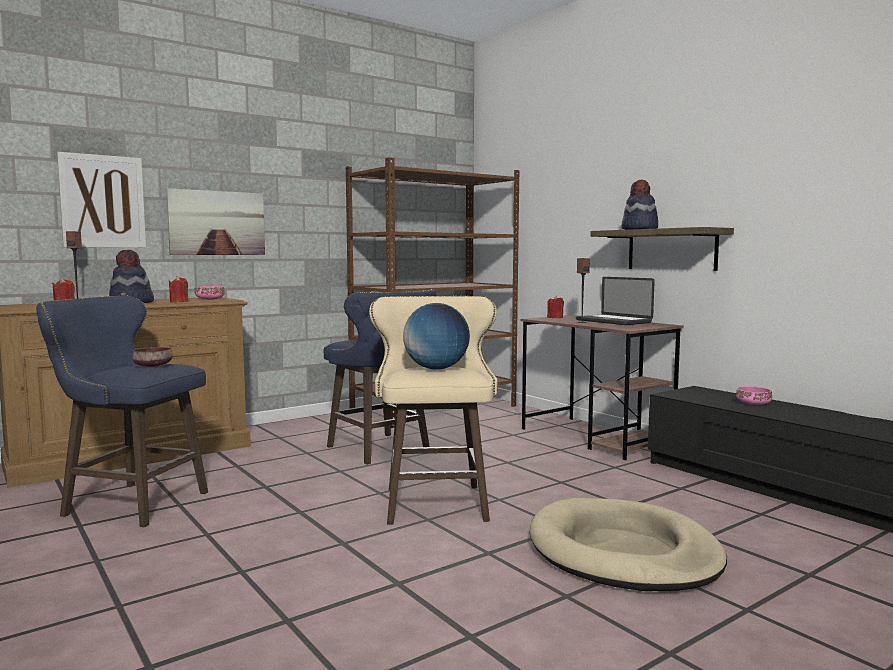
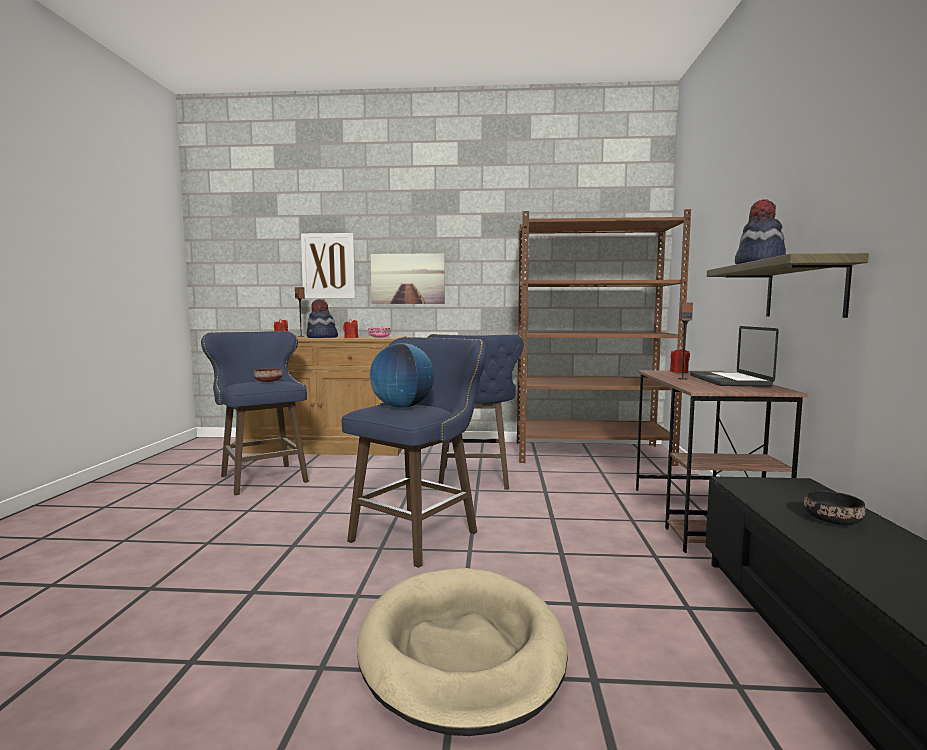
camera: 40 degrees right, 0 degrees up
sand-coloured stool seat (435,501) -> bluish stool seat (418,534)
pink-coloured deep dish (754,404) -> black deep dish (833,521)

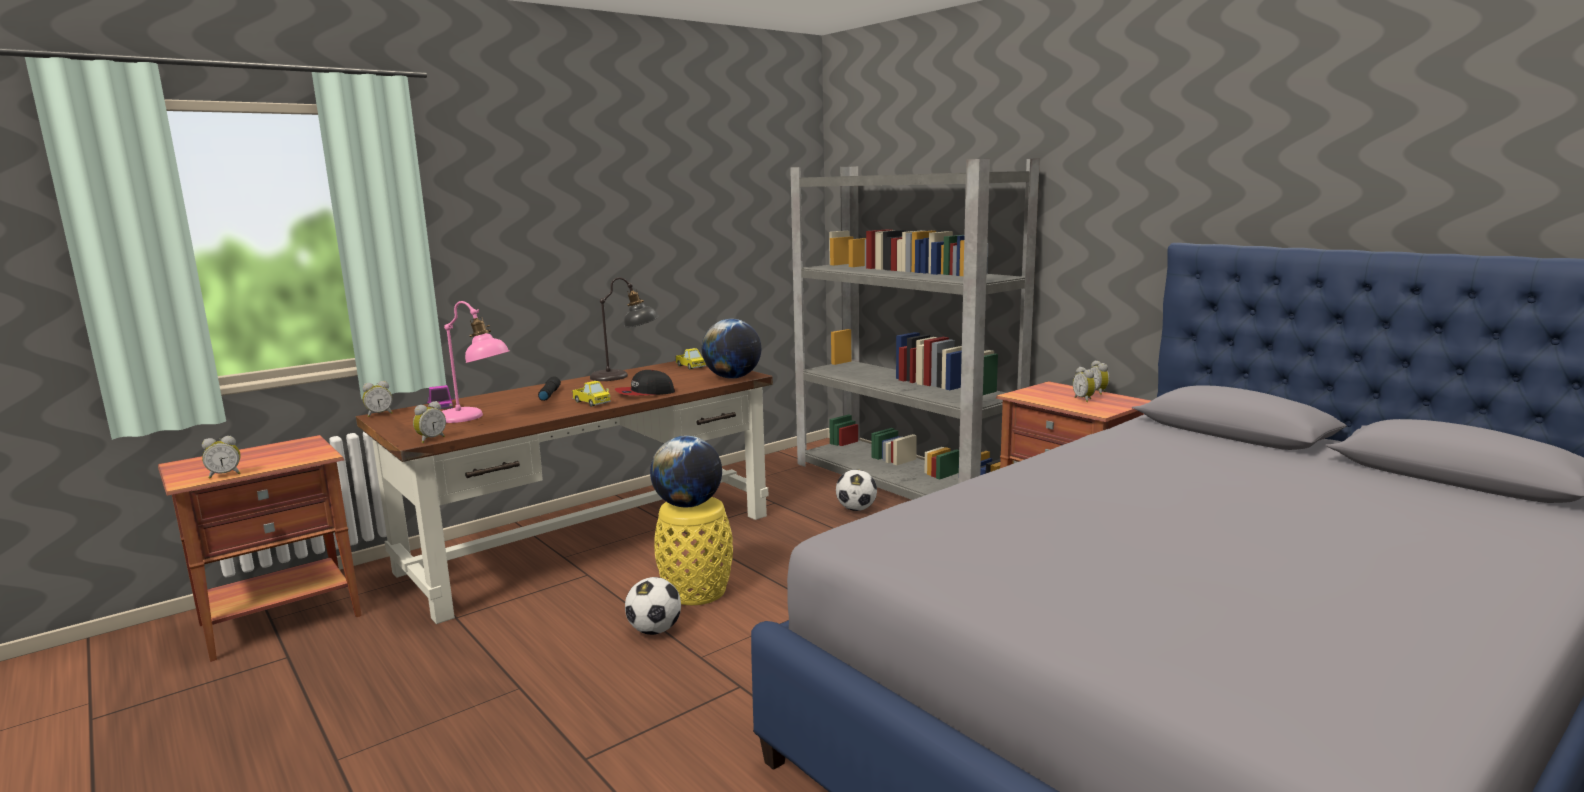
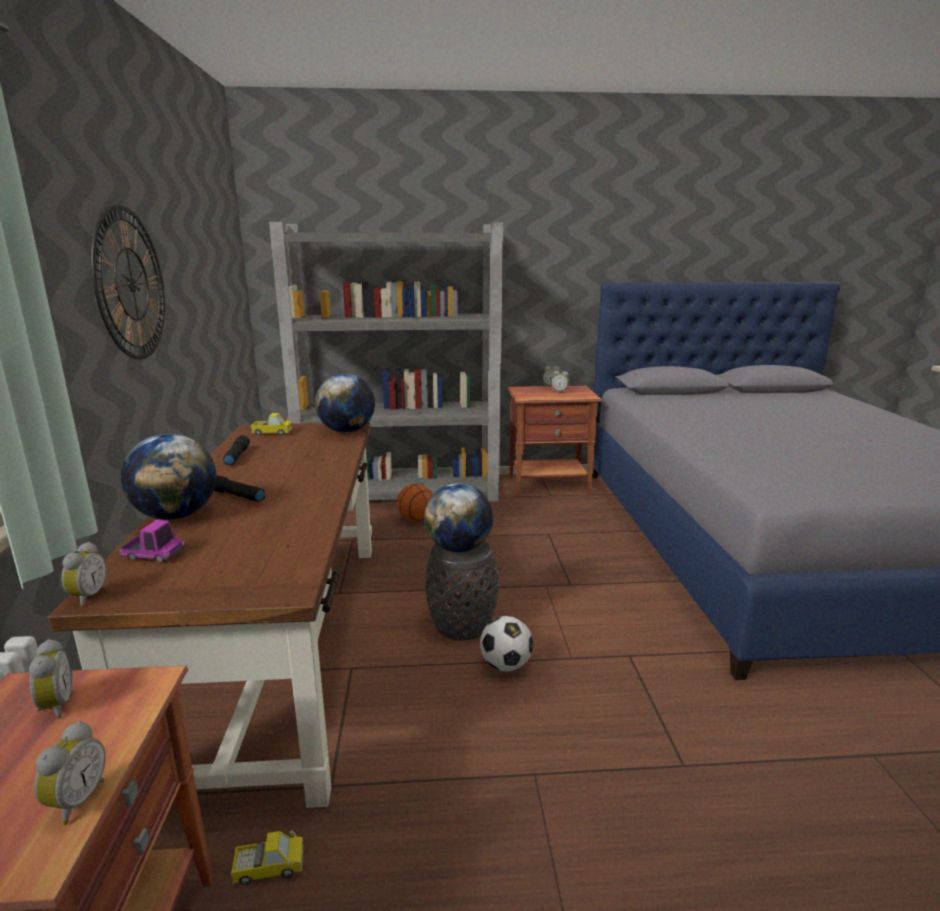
camera: 55 degrees left, 5 degrees up
pink-coloured table lamp (476,418) -> none
baseball cap (644,393) -> none
none -> clock on the wall (131,284)
none -> world globe (176,515)
alarm clock (430,439) -> alarm clock (55,706), moved
toy truck (591,403) -> toy truck (269,868), moved
greyish table lamp (625,375) -> black flashlight (236,456)
football (856,509) -> basketball ball (416,519)
yellowish stool seat (696,592) -> greyish stool seat (462,624)

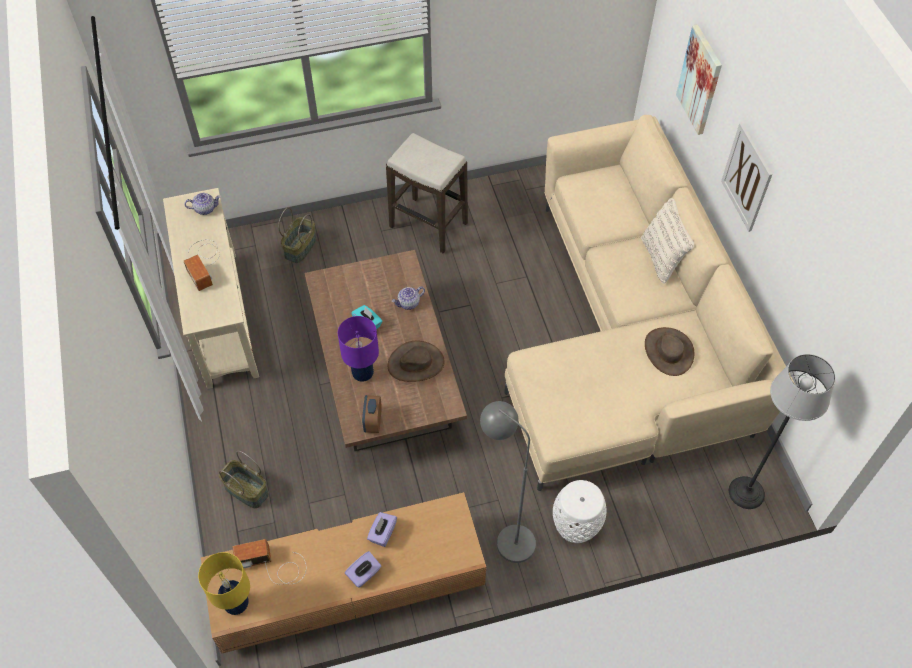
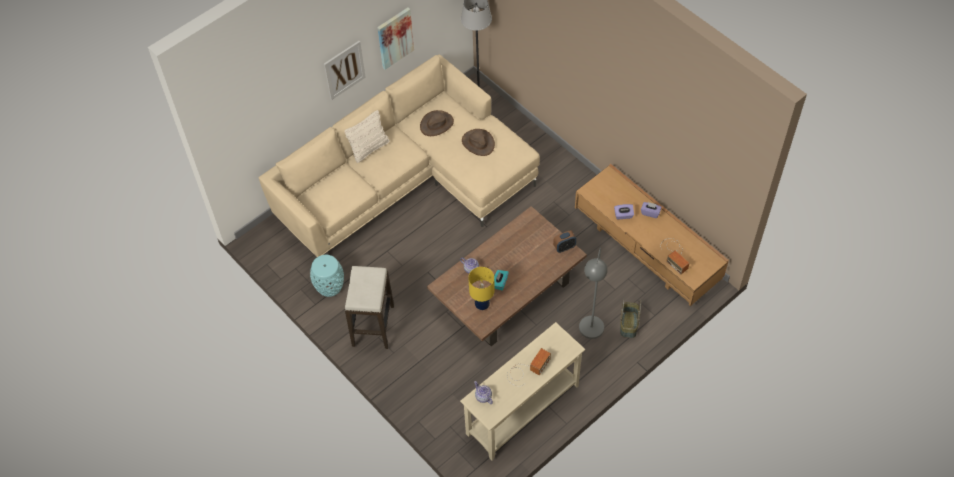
camera: 115 degrees left, 0 degrees up
household basket (300,247) -> none
purplish table lamp (363,374) -> none
white-coloured stool seat (576,525) -> none
none -> blue-green stool seat (329,286)
yellowish table lamp (237,604) -> yellowish table lamp (482,304), moved
brown-coloured clothing hat (416,363) -> brown-coloured clothing hat (478,143), moved
greyish standing lamp (506,537) -> greyish standing lamp (590,335), moved
wall art (700,80) -> wall art (395,38), moved

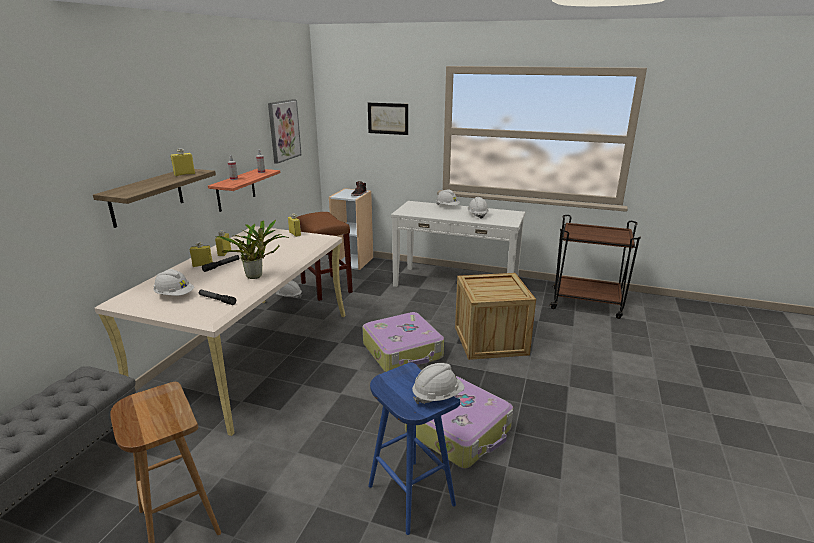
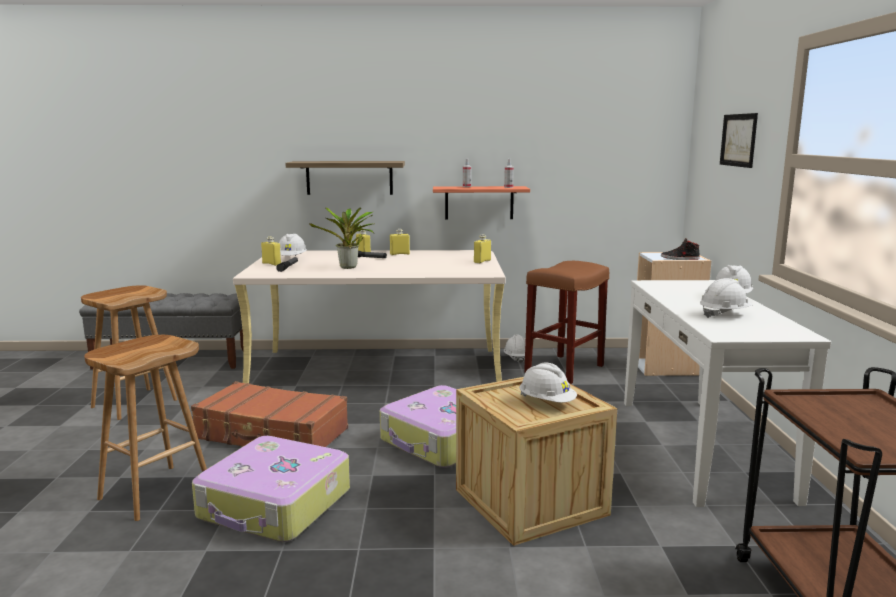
camera: 70 degrees right, 10 degrees down
wall art (284,130) -> none
none -> brown-coloured piece of luggage (272,434)
yellowish drink bottle (184,174) -> yellowish drink bottle (271,264), moved
white-coloured hard hat (437,396) -> white-coloured hard hat (547,402), moved
bluish stool seat (409,495) -> brown-coloured stool seat (156,491)

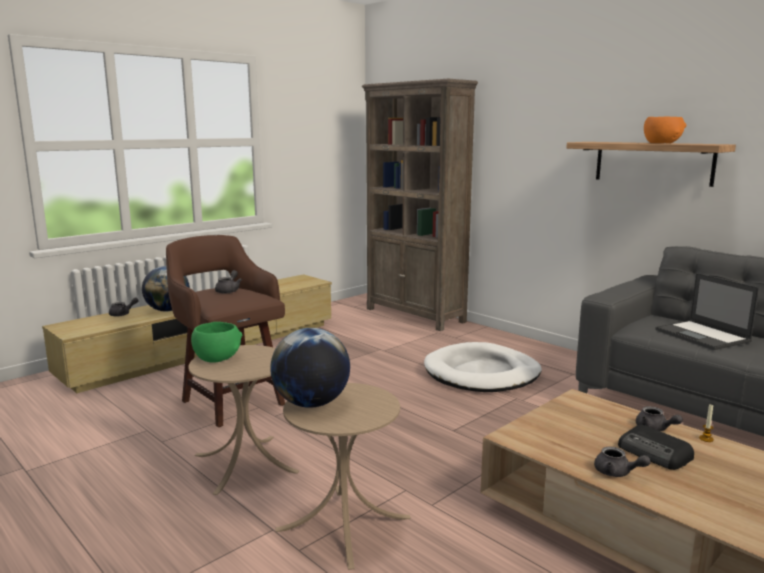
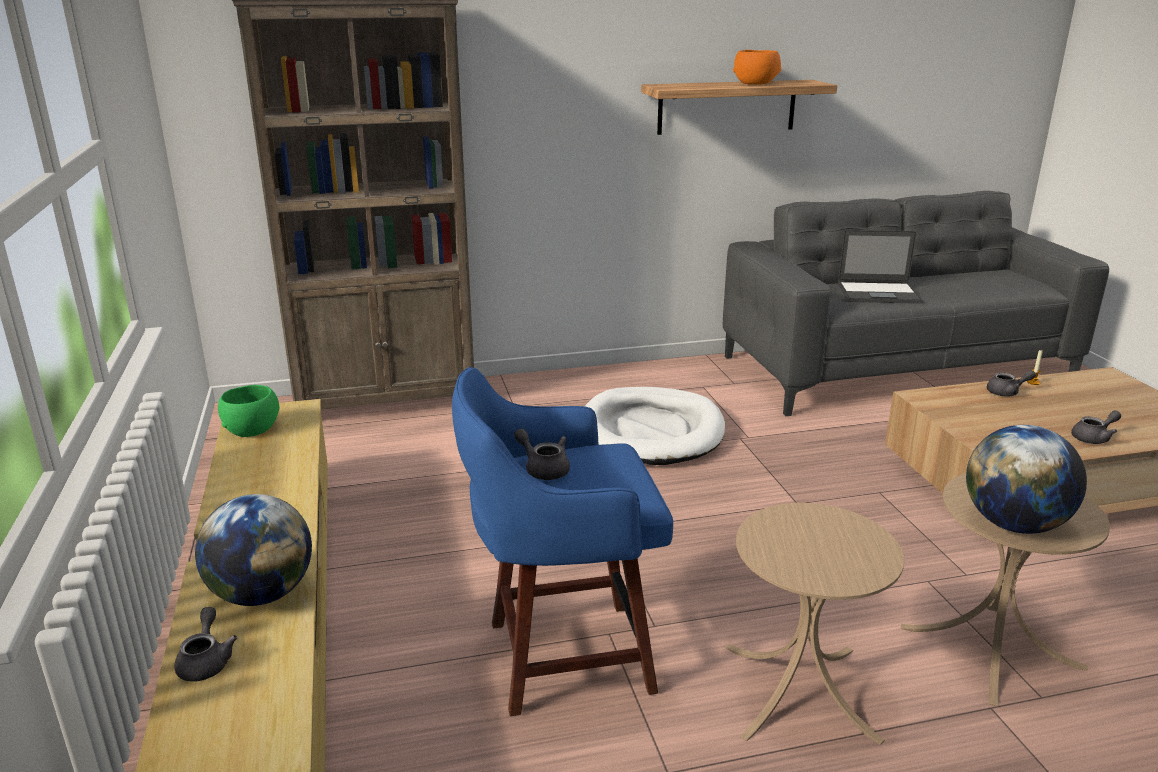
camera: 60 degrees left, 10 degrees up
radio set (655,453) -> none
greenish deep dish (217,358) -> greenish deep dish (251,429), moved
brown-coloured stool seat (231,401) -> bluish stool seat (561,657)

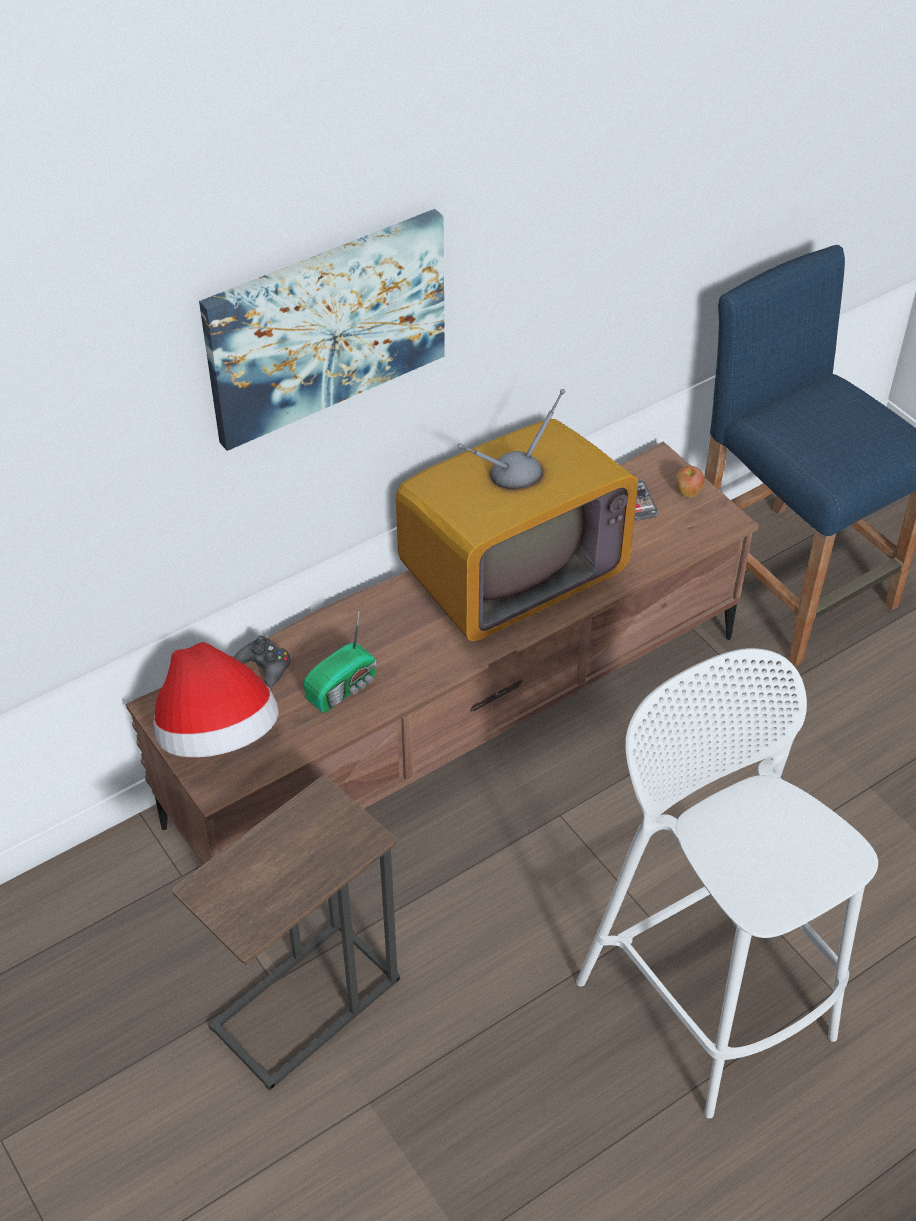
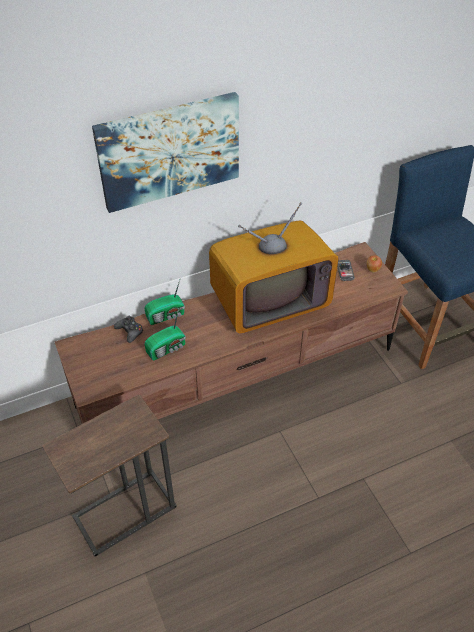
camera: 10 degrees right, 0 degrees up
clothing hat (218,735) -> none
white-coloured stool seat (710,998) -> none
none -> radio set (166,315)

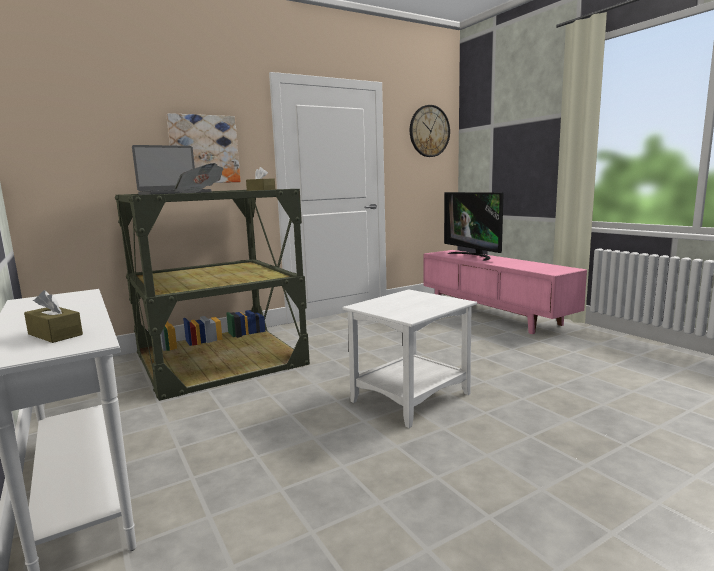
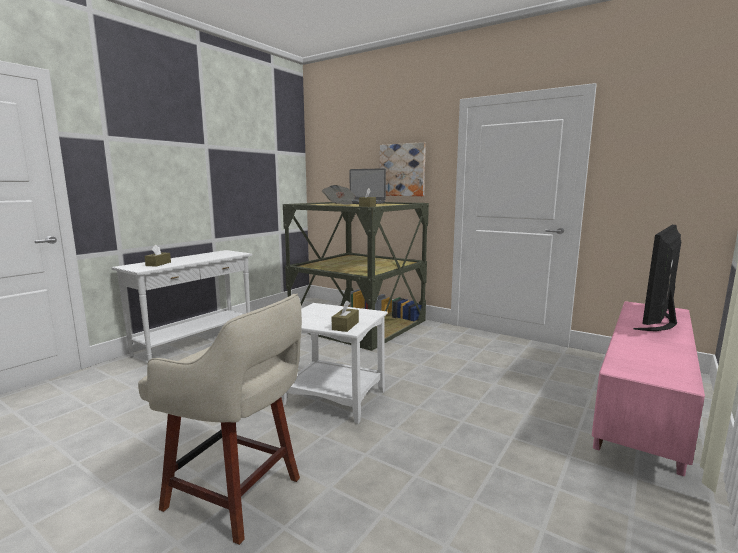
camera: 65 degrees right, 0 degrees up
clock on the wall (429,131) -> none
none -> sand-coloured stool seat (237,496)
none -> brown-coloured tissue box (345,326)

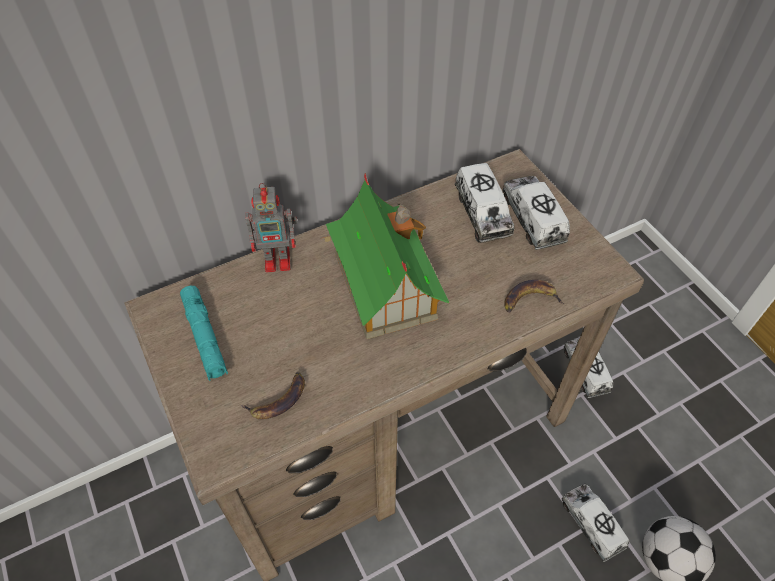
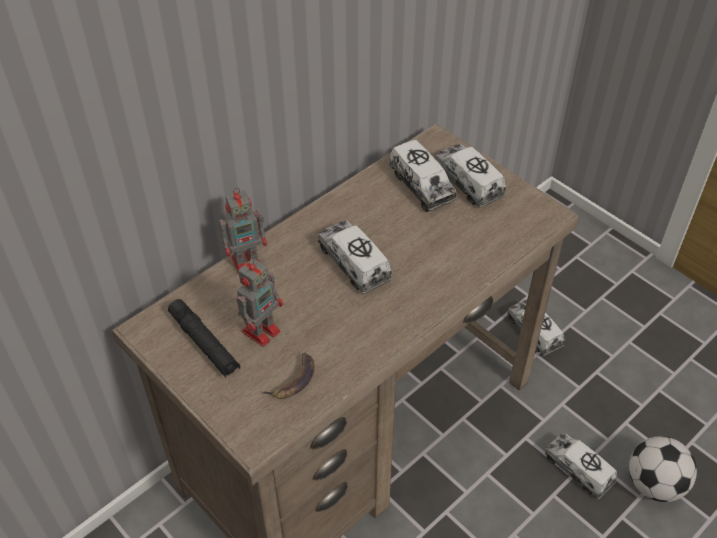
camera: 15 degrees left, 5 degrees down
banana fruit (529,300) -> none
none -> toy robot (262,330)
miniature house (384,284) -> toy truck (354,264)
blue-green flashlight (205,337) -> black flashlight (204,343)

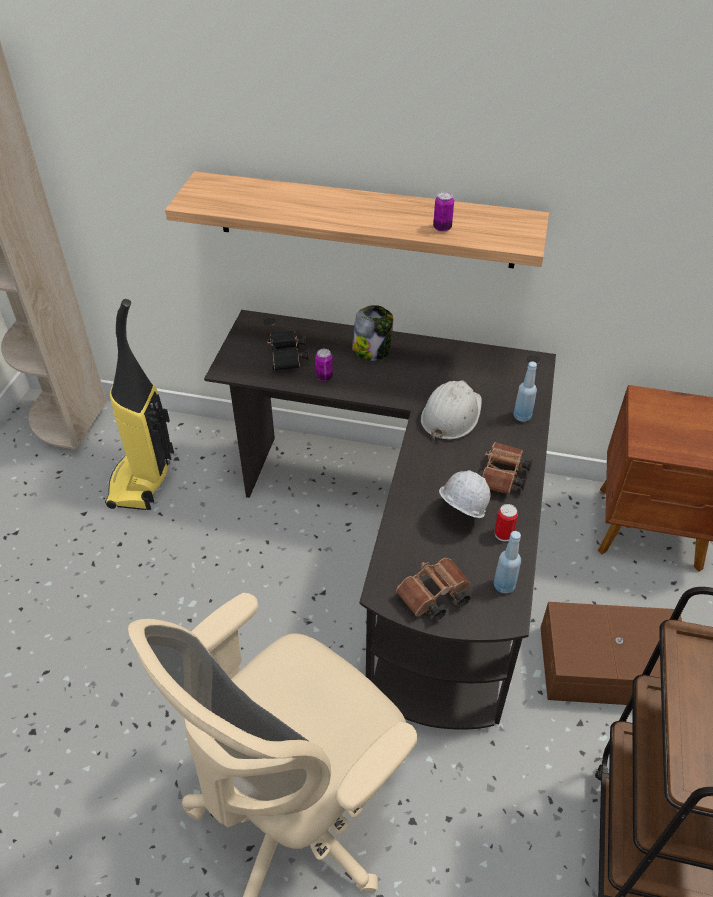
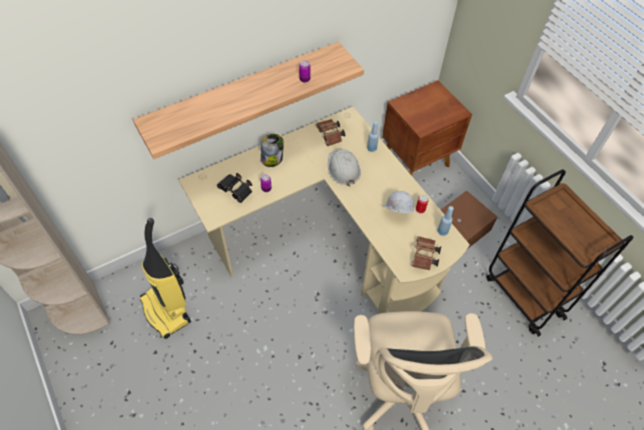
camera: 45 degrees left, 10 degrees up
brown-coloured field glasses (503,477) -> brown-coloured field glasses (330,136), moved
black desk (406,543) -> sand-coloured desk (329,242)

